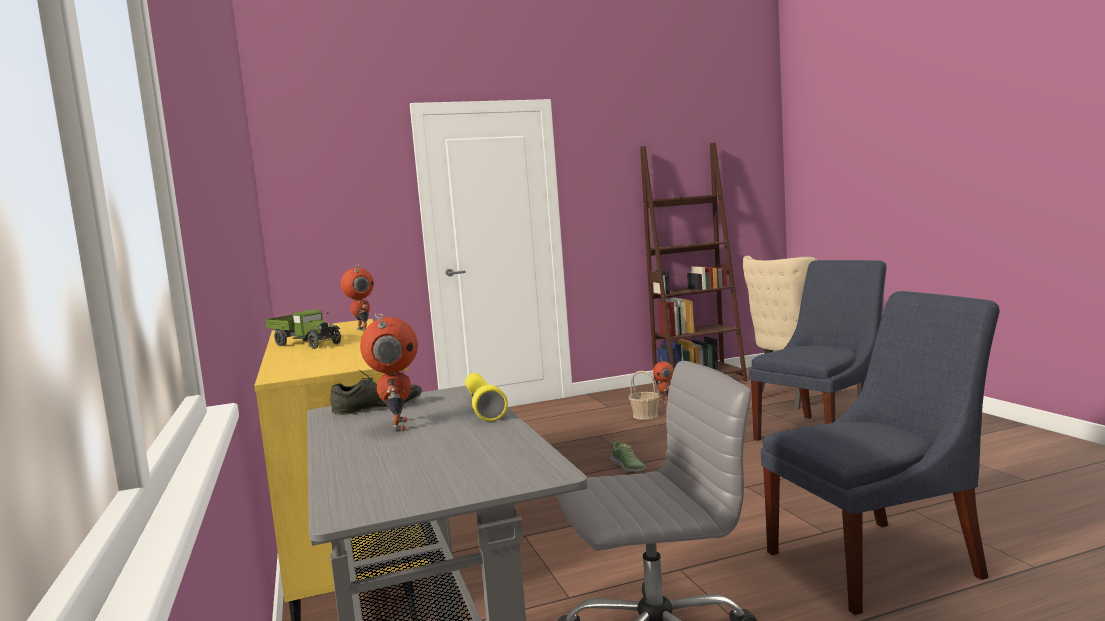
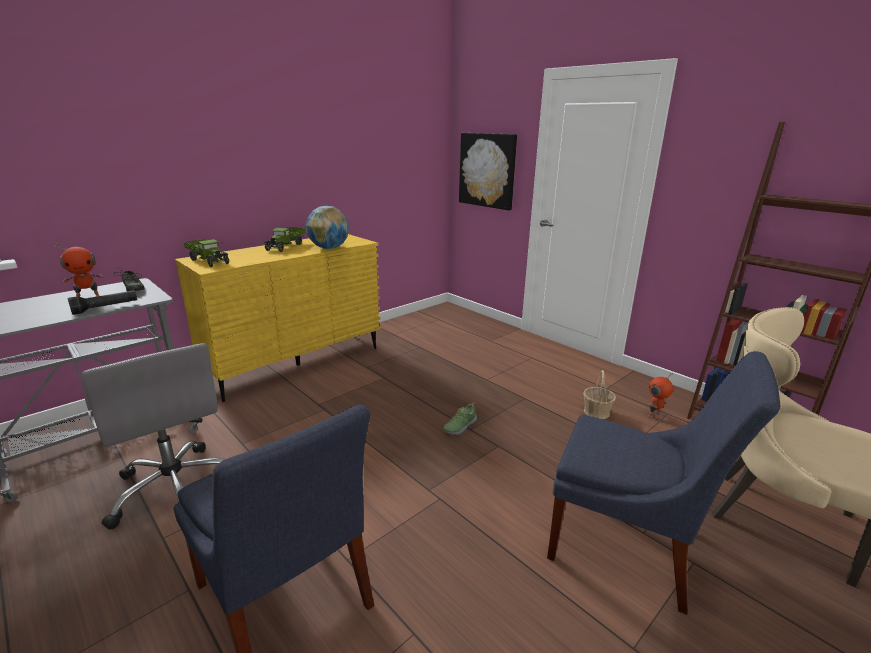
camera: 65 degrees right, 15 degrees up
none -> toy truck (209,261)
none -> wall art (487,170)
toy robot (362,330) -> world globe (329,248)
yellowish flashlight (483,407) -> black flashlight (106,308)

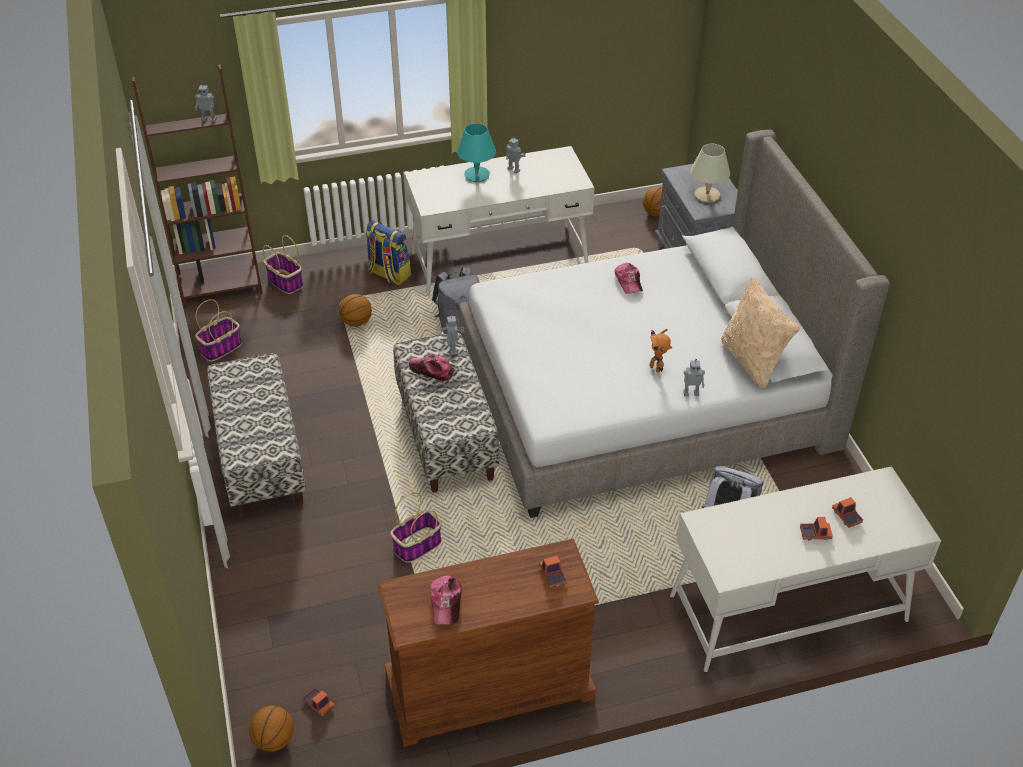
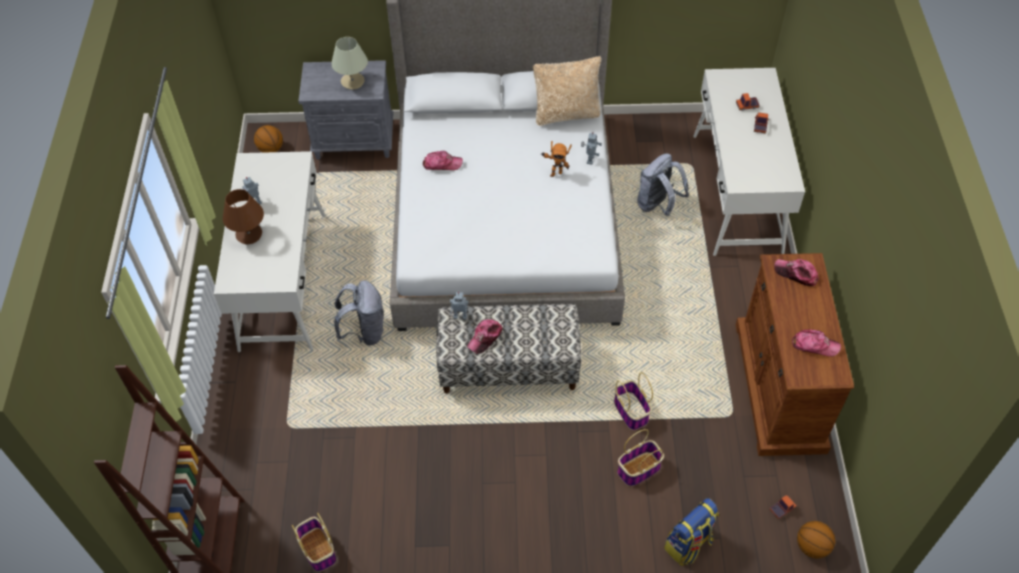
camera: 75 degrees left, 10 degrees up
toy robot (209,119) -> none
long seat (260,459) -> none
basketball ball (356,322) -> none
household basket (284,282) -> household basket (638,470), moved
knapsack (388,274) -> knapsack (688,544), moved
toy truck (552,575) -> baseball cap (796,274)
blue-green table lamp (476,175) -> brown-coloured table lamp (248,234)

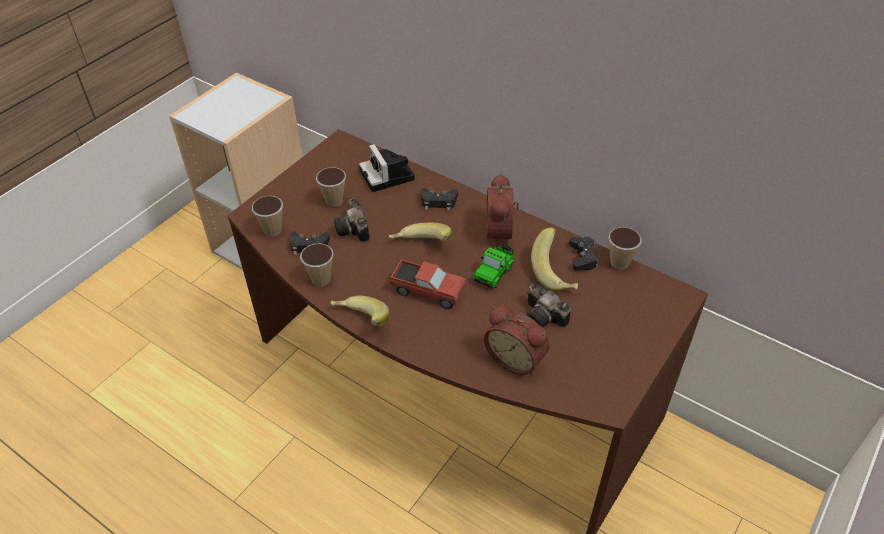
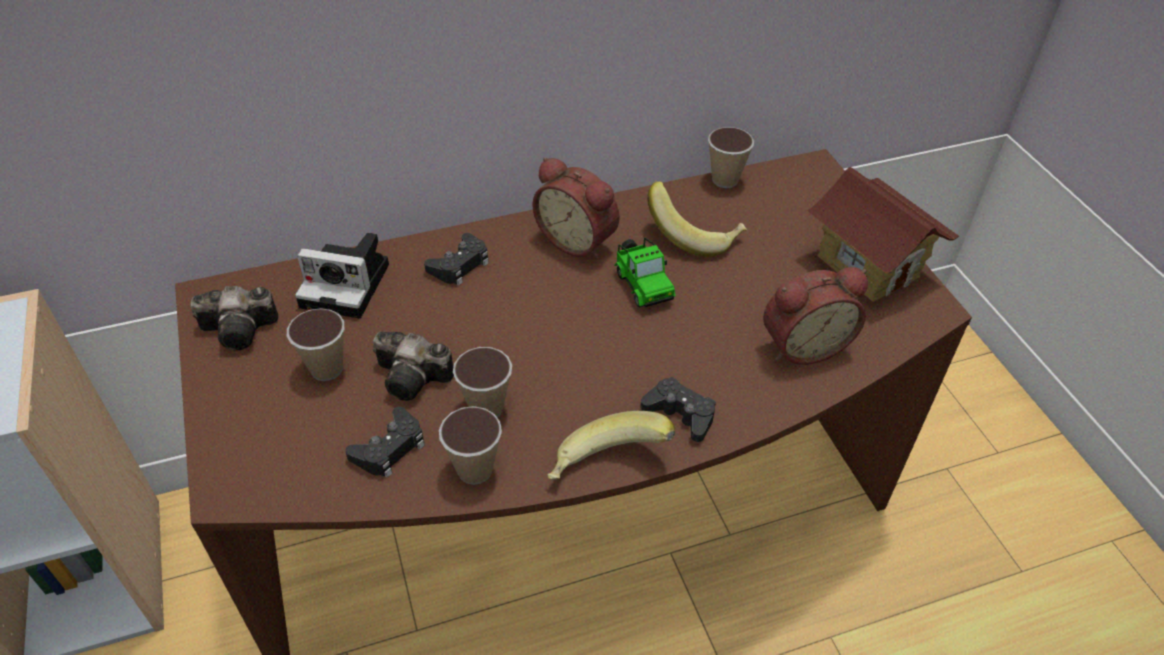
camera: 55 degrees left, 0 degrees up
banana fruit (421,247) -> none
toy truck (428,292) -> none
none -> miniature house (868,266)
drinking cup (272,230) -> drinking cup (486,408), moved
still camera (545,318) -> still camera (243,330), moved
black gamepad (582,257) -> black gamepad (680,414), moved

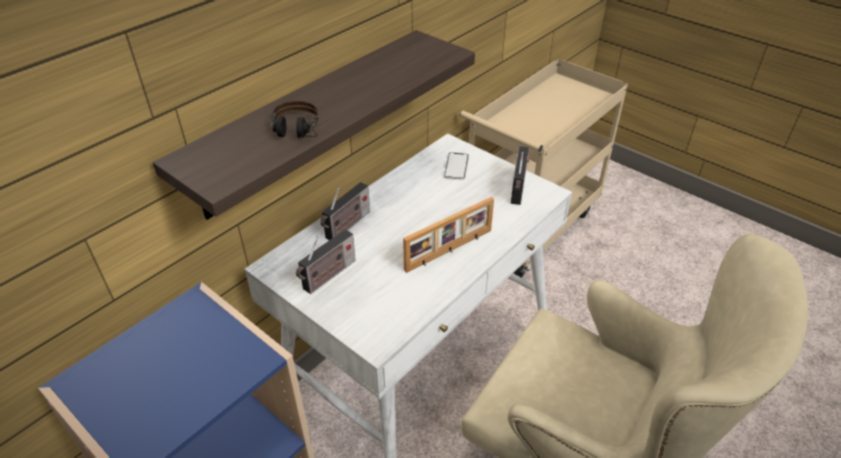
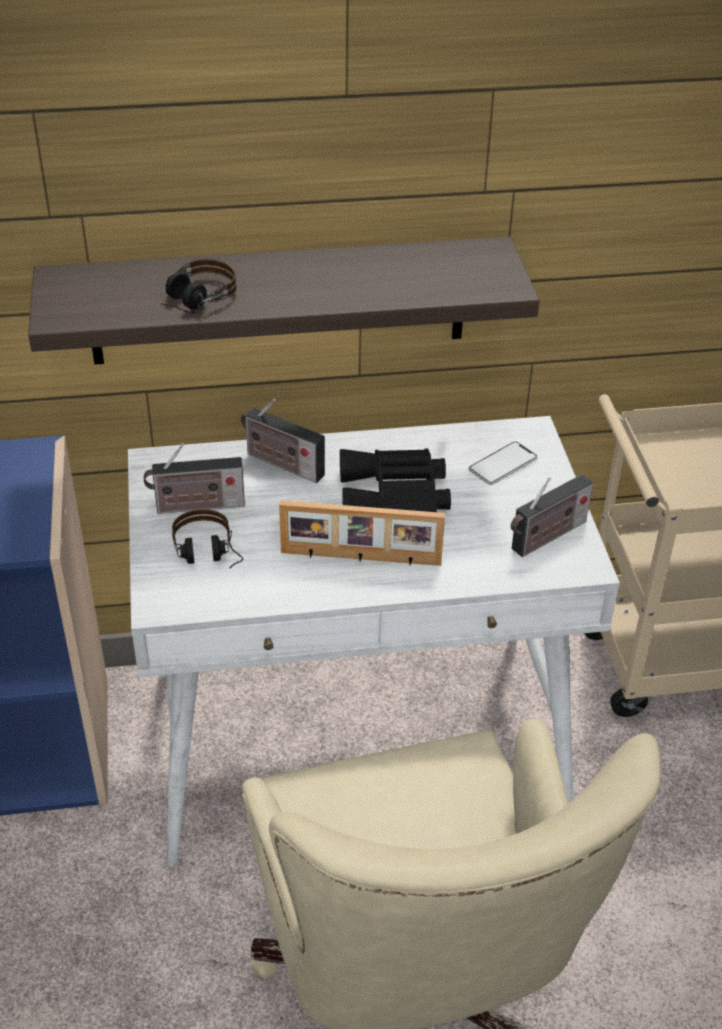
camera: 40 degrees right, 0 degrees up
none -> headset (208,556)
none -> black field glasses (395,498)
radio set (347,226) -> radio set (281,464), 45 degrees clockwise

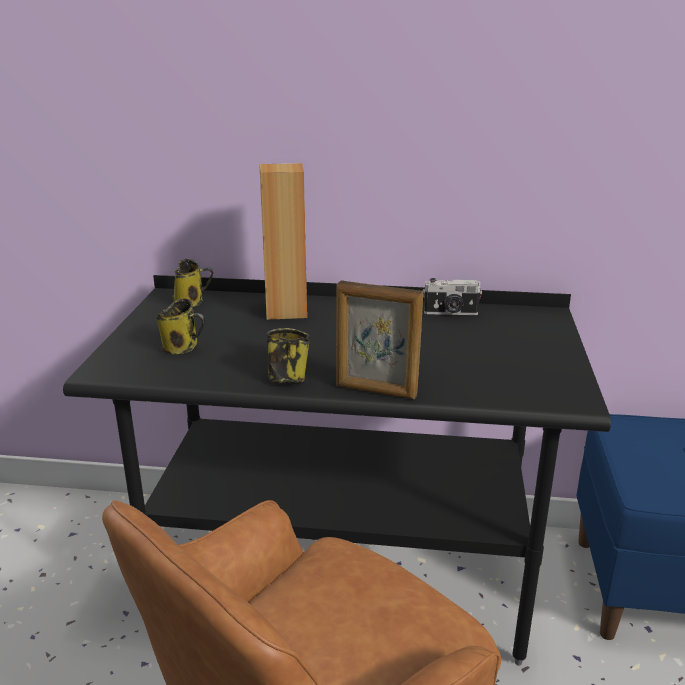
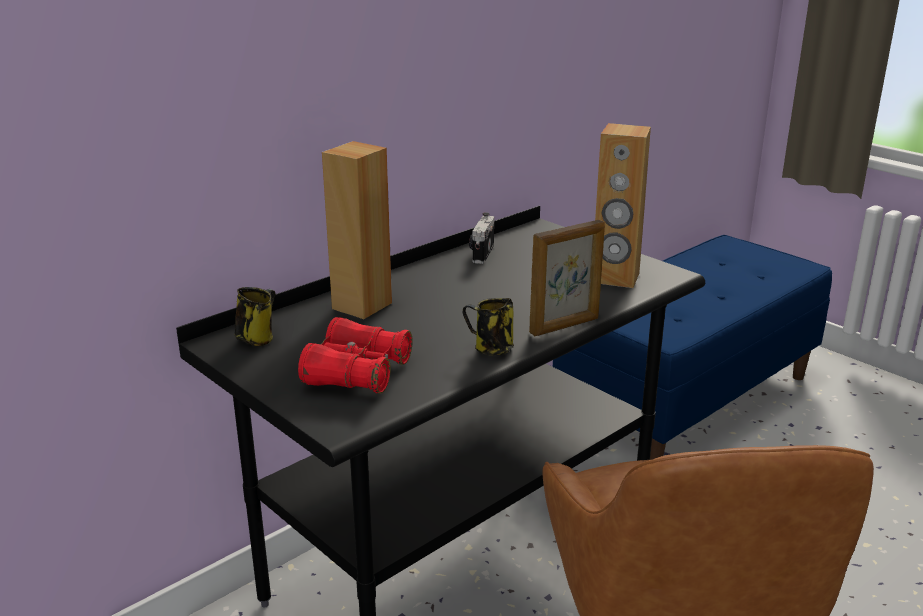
camera: 50 degrees left, 0 degrees up
none -> brown-coloured speaker (615,278)
mug (182,348) -> red-coloured field glasses (357,373)
still camera (450,313) -> still camera (481,253), 150 degrees clockwise

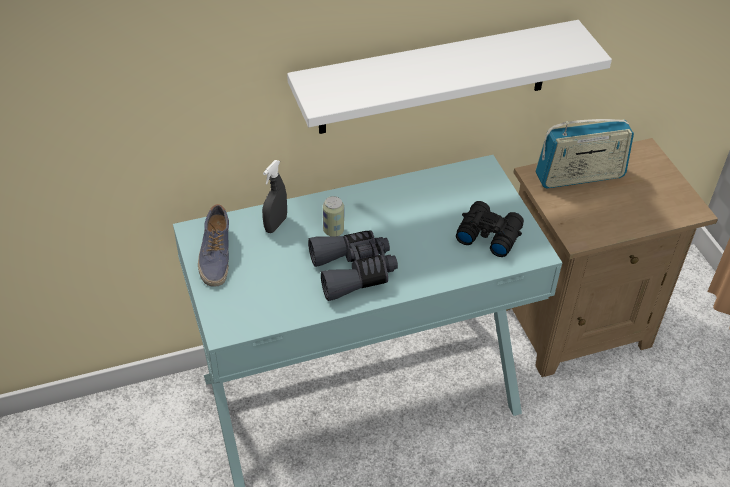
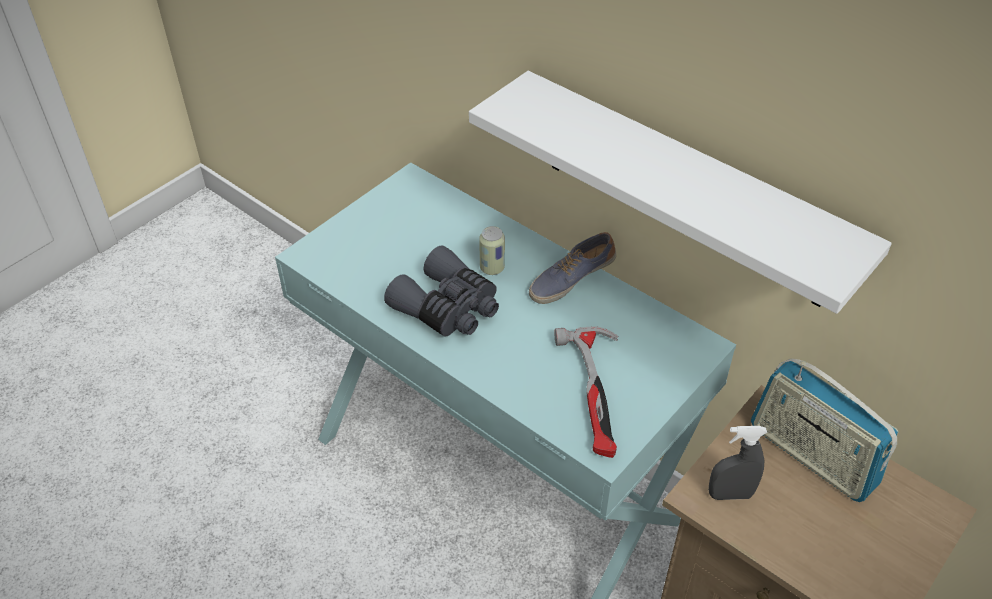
camera: 60 degrees right, 0 degrees up
shoe (215,255) -> shoe (571,279), moved
greyish hand sprayer (275,224) -> greyish hand sprayer (730,494), moved
black field glasses (488,234) -> hand hammer (596,393)

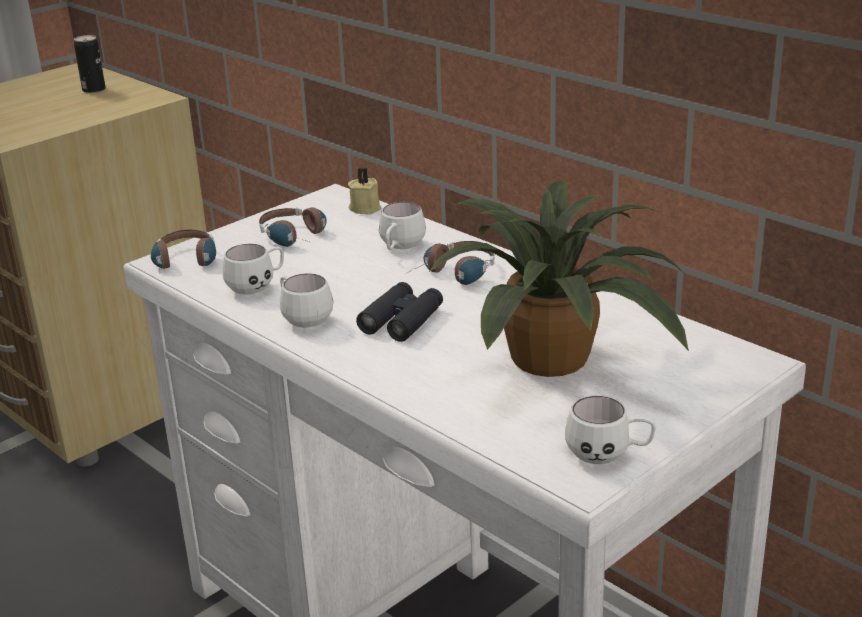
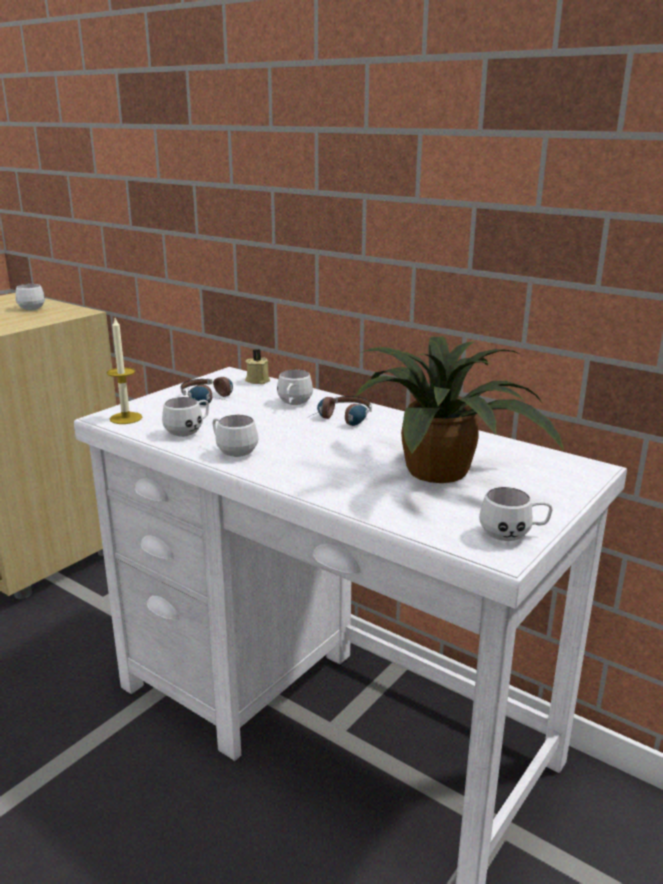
camera: 10 degrees left, 5 degrees down
black field glasses (402,320) -> none
can (94,90) -> white-coloured mug (30,308)
headset (185,264) -> wax candle (126,418)

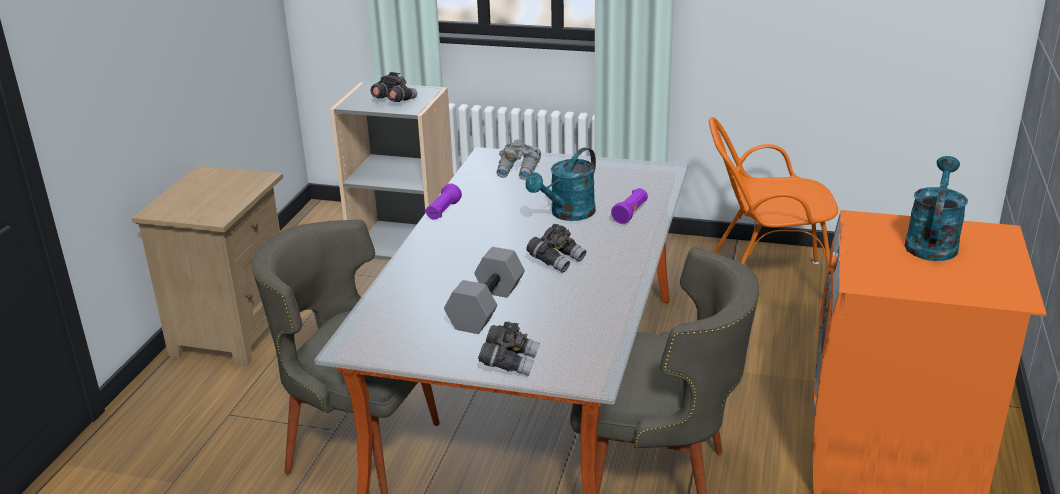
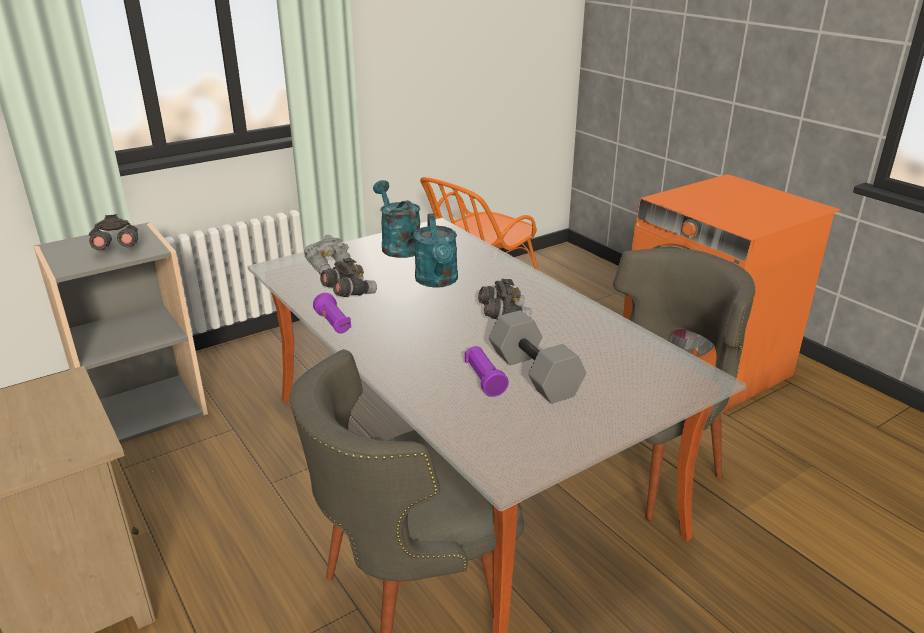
camera: 50 degrees left, 0 degrees up
greyish field glasses (509,362) -> greyish field glasses (348,293), moved
purplish flashlight (630,213) -> purplish flashlight (484,380), moved
blue-green watering pot (932,242) -> blue-green watering pot (398,246), moved

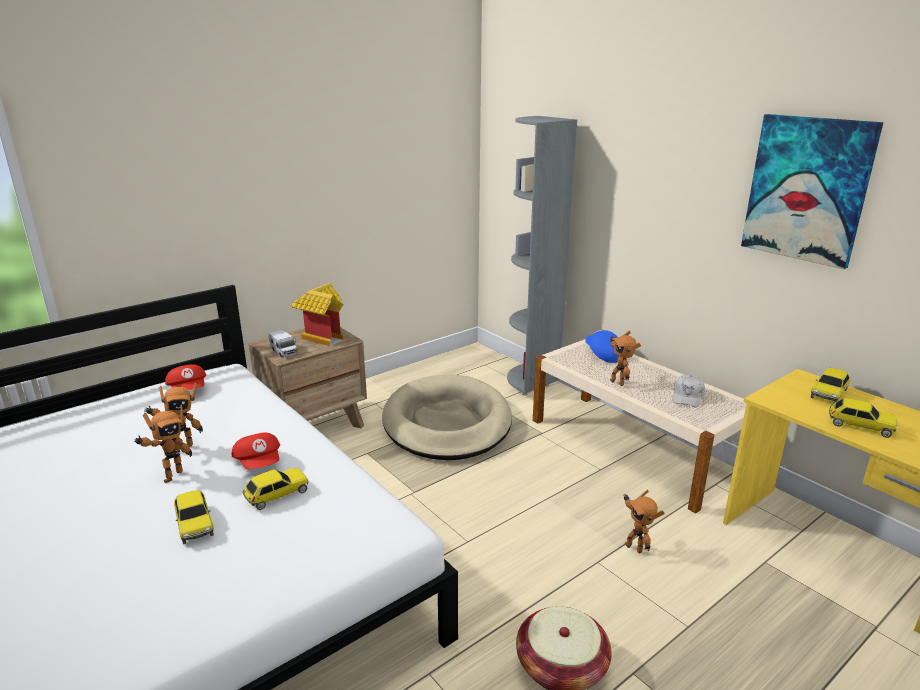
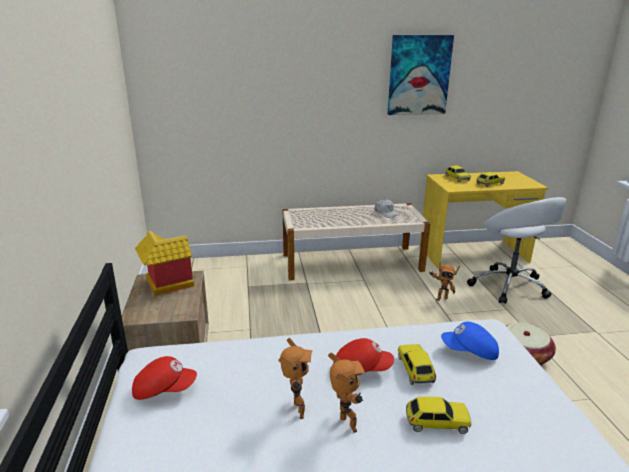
camera: 60 degrees left, 0 degrees up
toy truck (284,352) -> none
sand-coloured dog bed (447,423) -> none
greyish shelving unit (528,384) -> none
toy robot (618,382) -> none
none -> white-coloured desk chair (510,287)
bluish baseball cap (602,354) -> bluish baseball cap (470,352), moved

